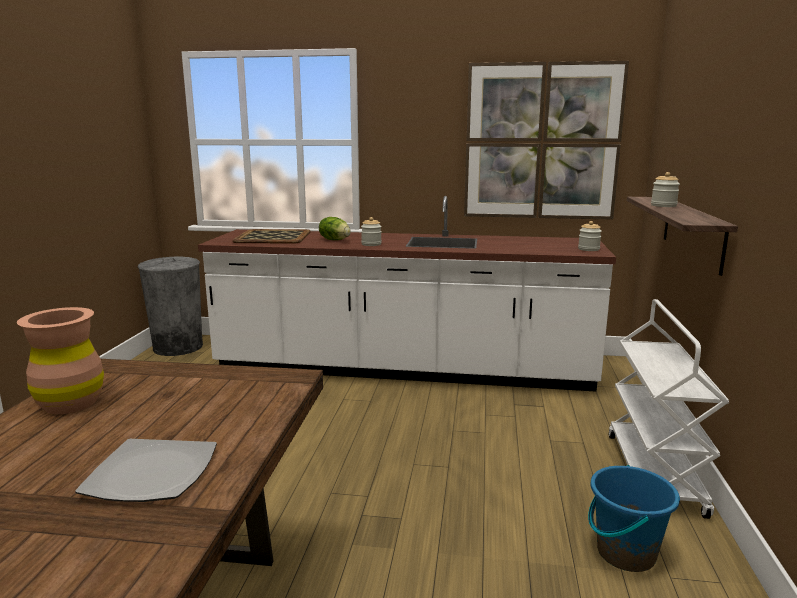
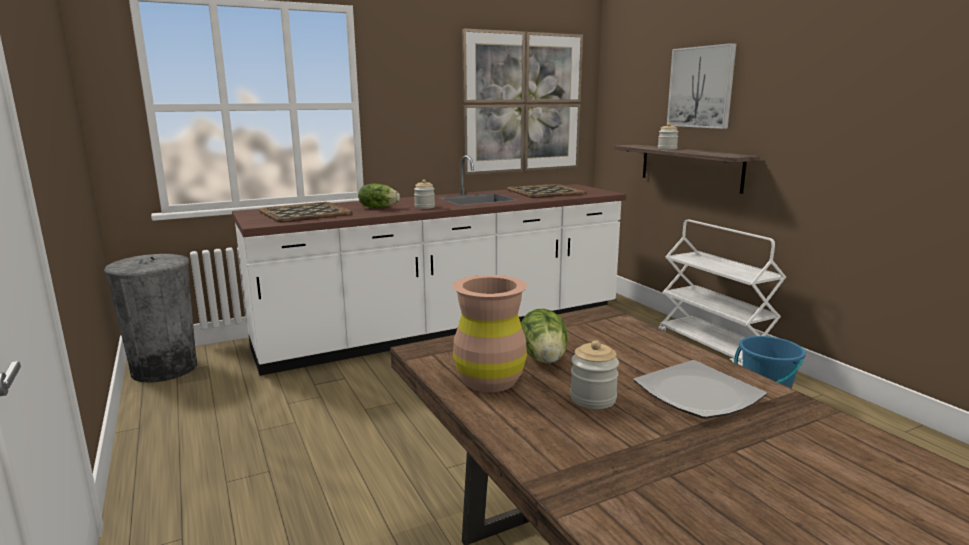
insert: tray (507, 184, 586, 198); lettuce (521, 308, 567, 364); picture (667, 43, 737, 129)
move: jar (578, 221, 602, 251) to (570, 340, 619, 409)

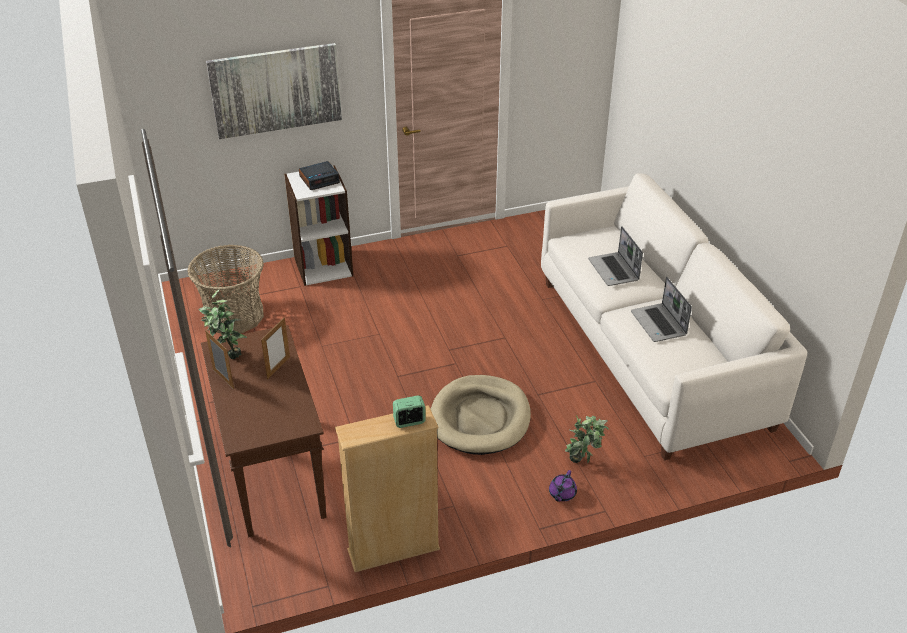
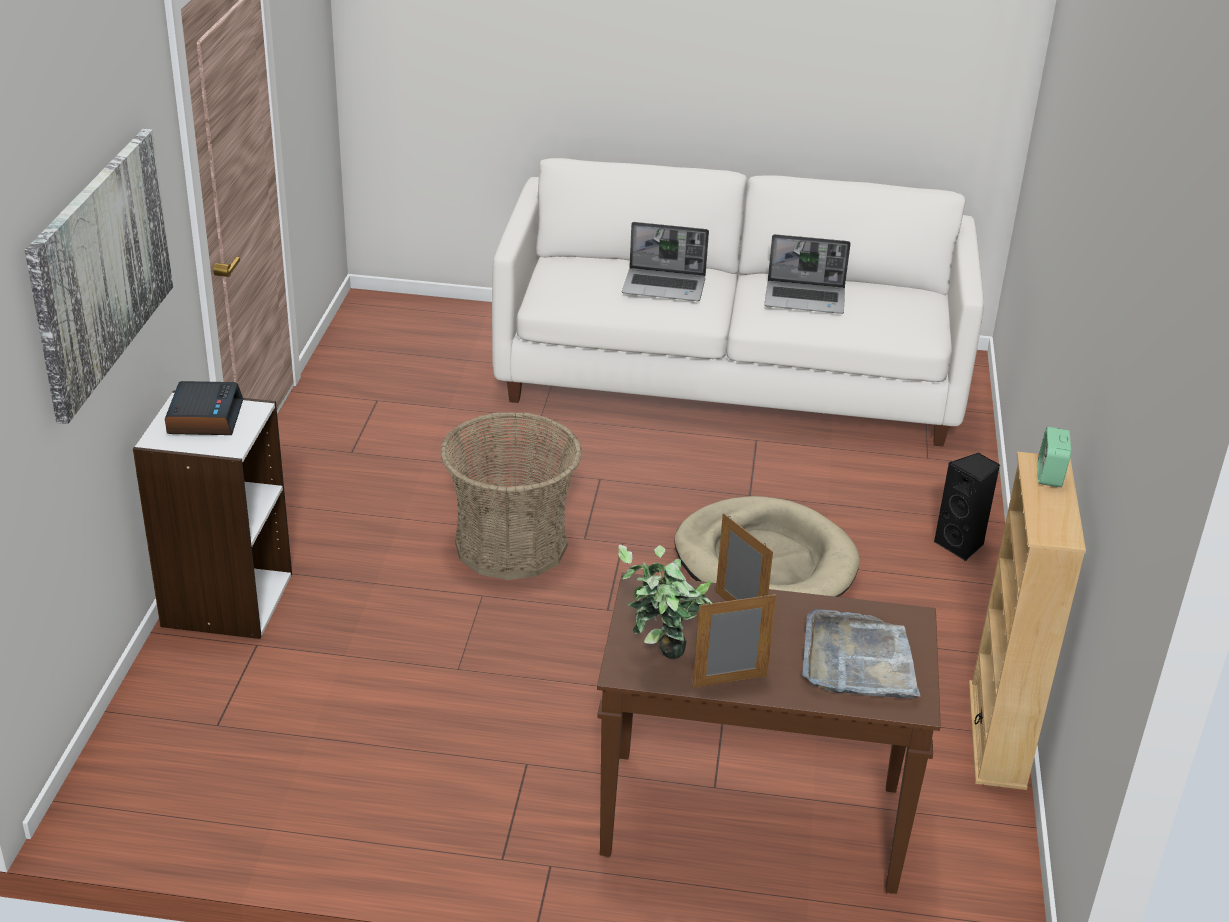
delete: potted plant (565, 415, 609, 463)
insert: grey tray (803, 609, 920, 698)
move: basket (187, 245, 264, 335) to (440, 411, 582, 580)
replace: purple teapot (549, 470, 577, 502) to black speaker (934, 453, 1000, 561)

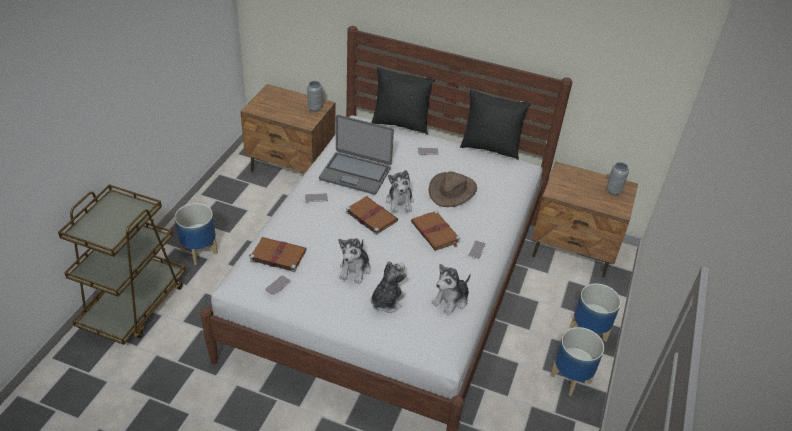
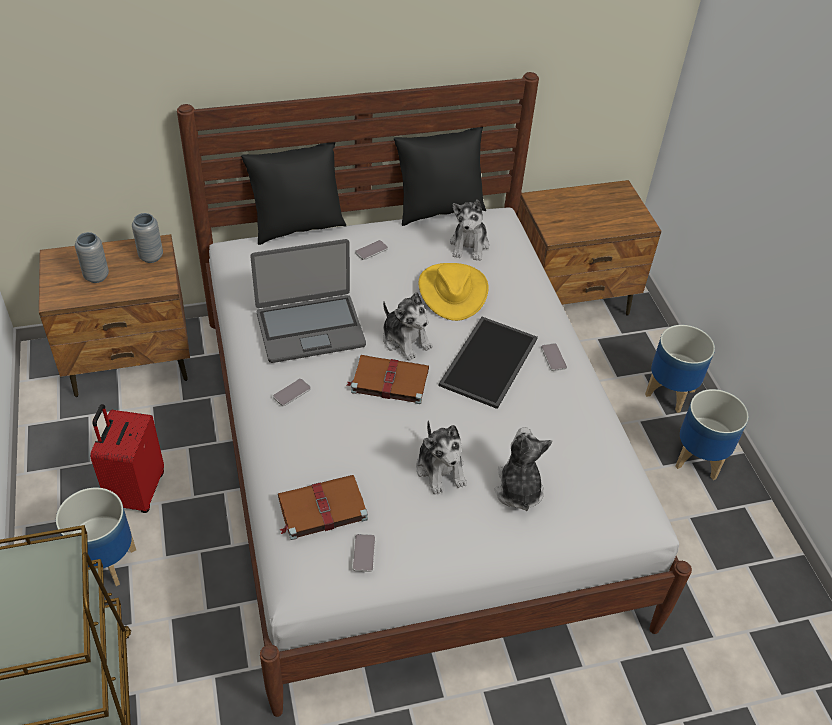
insert: red suitcase (90, 404, 164, 513)
move: plush toy (431, 264, 471, 316) to (450, 200, 489, 261); grey vase (606, 162, 629, 195) to (75, 232, 109, 283)
replace: brown book (411, 210, 460, 250) to tray (439, 317, 538, 409)
recolor: brown hat (429, 171, 477, 207) to yellow hat (419, 263, 488, 321)

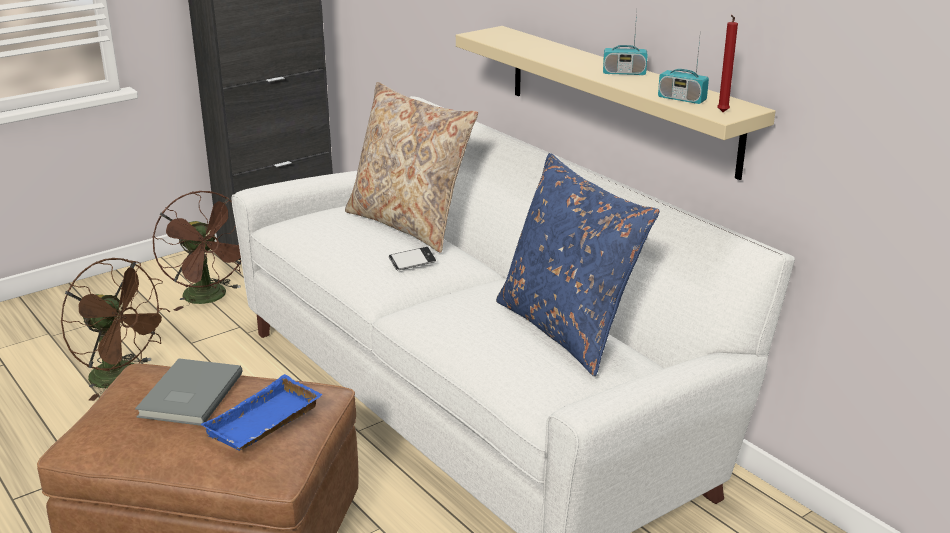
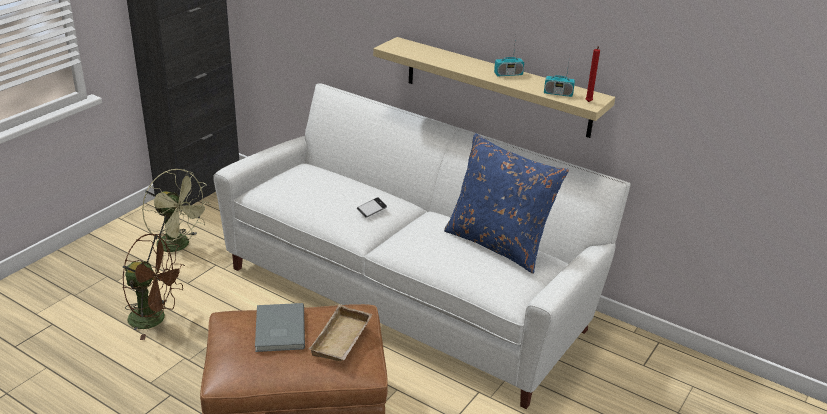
delete: beige pillow (345, 82, 478, 253)
recolor: brown fan (152, 191, 241, 311) to green fan (142, 169, 211, 257); blue tray (200, 374, 323, 451) to beige tray (309, 305, 373, 362)

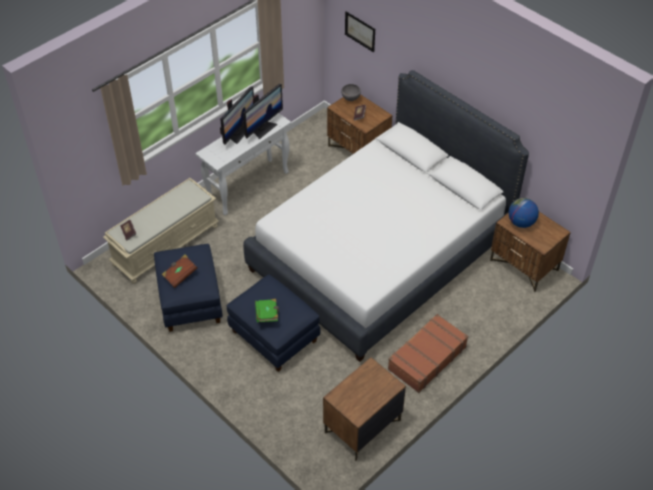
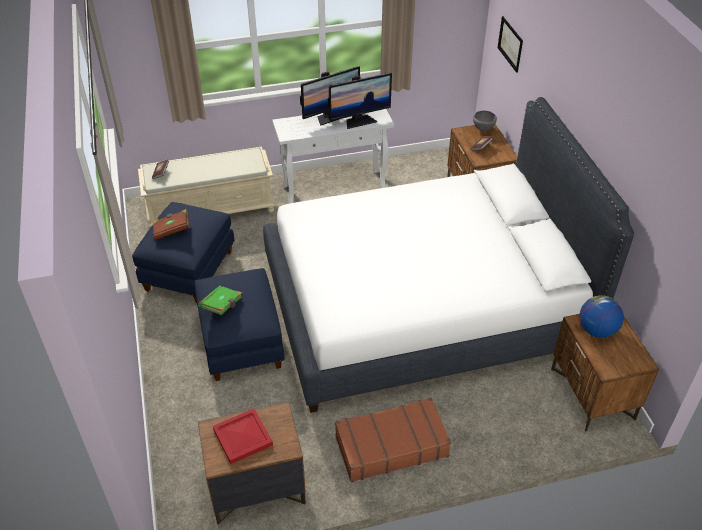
insert: red tray (213, 408, 273, 464)

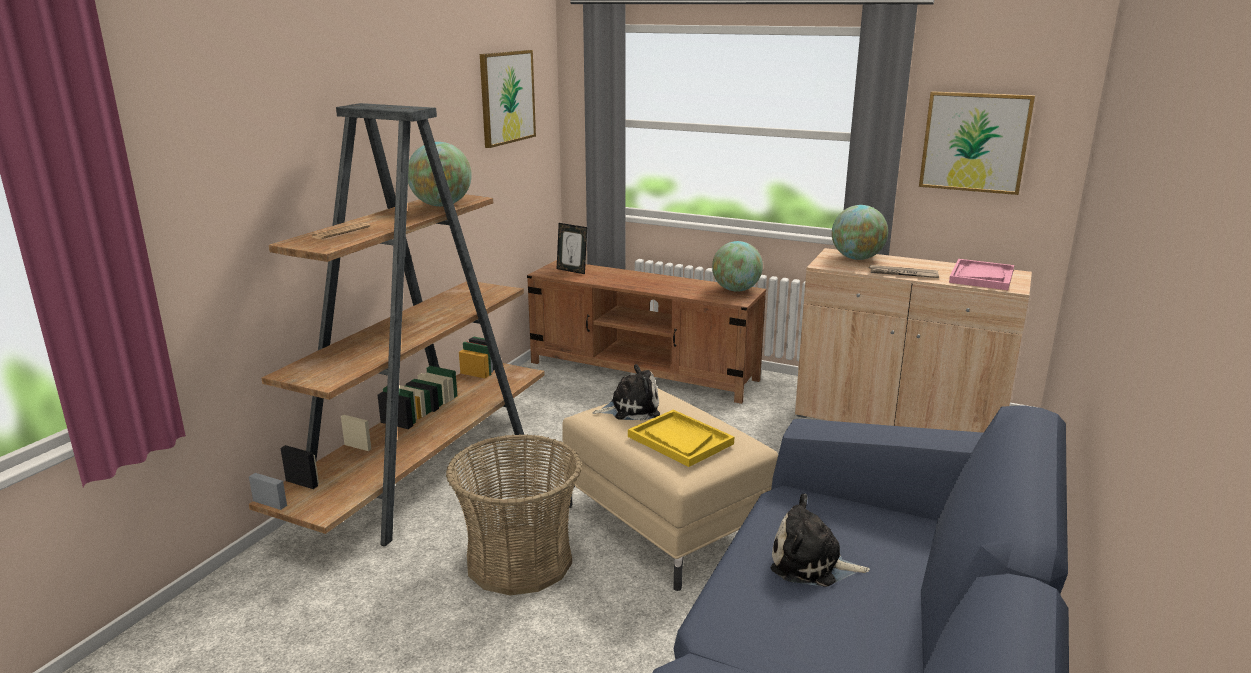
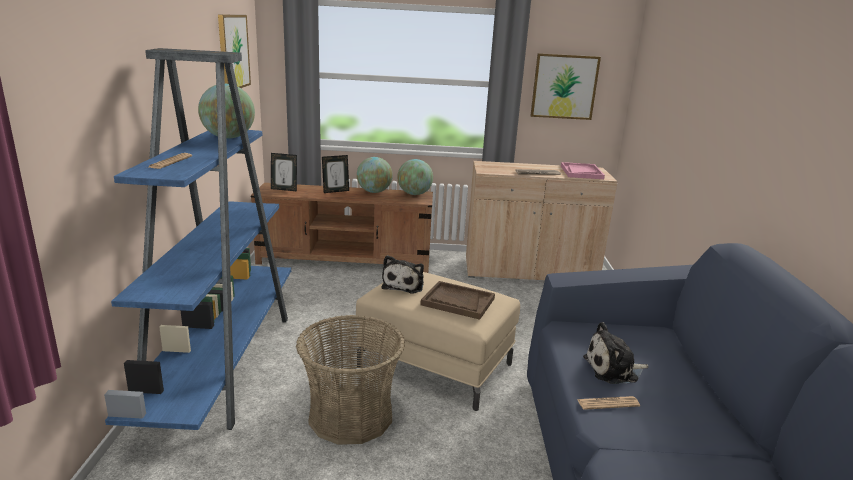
insert: picture frame (322, 155, 349, 193); newspaper (577, 396, 640, 410)
move: globe (832, 205, 888, 260) to (357, 157, 393, 193)
recolor: brown bookcase (249, 103, 545, 546) to blue bookcase (104, 48, 291, 430); yellow tray (628, 410, 734, 467) to brown tray (420, 281, 495, 320)
rotate: plush toy (592, 364, 660, 421) = (382, 255, 424, 294) 135 degrees clockwise

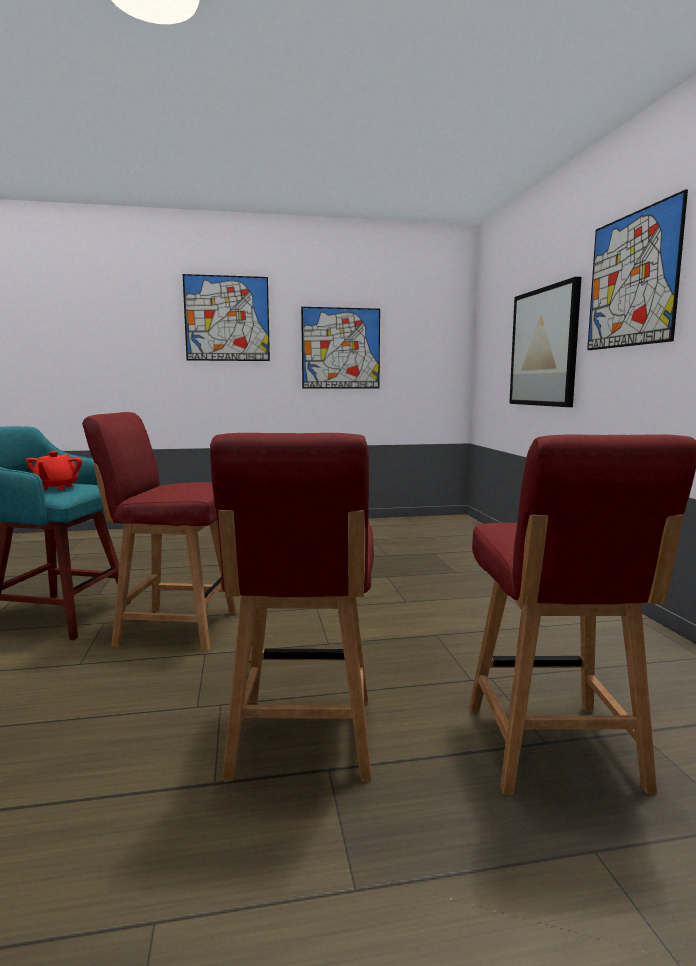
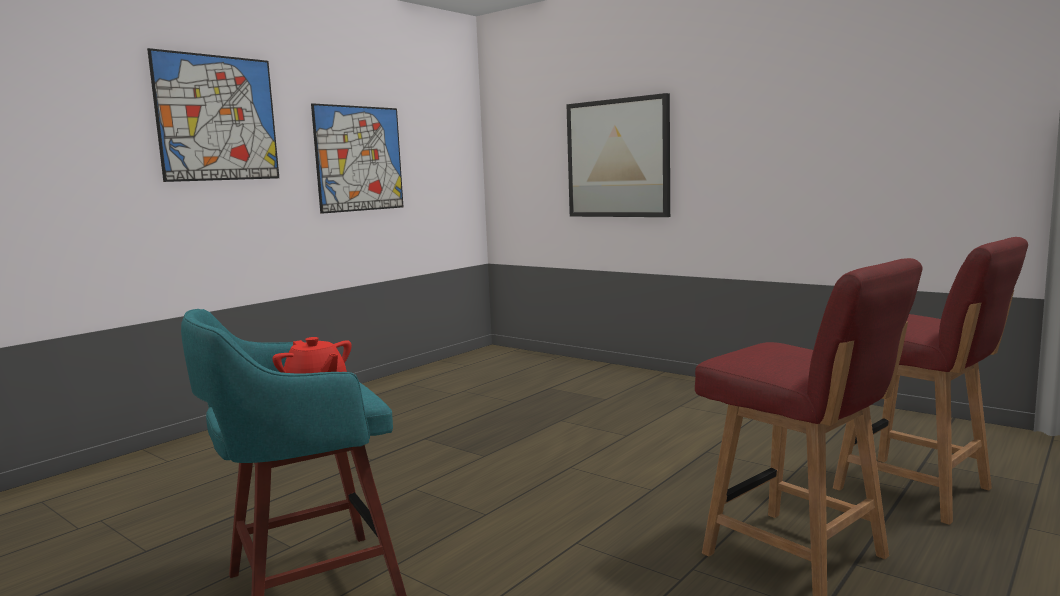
delete: red chair (82, 412, 237, 652); picture (587, 189, 688, 350)

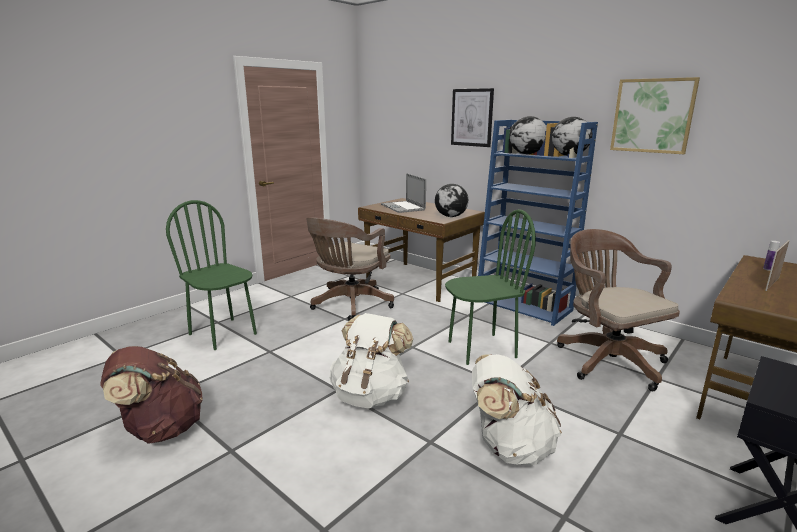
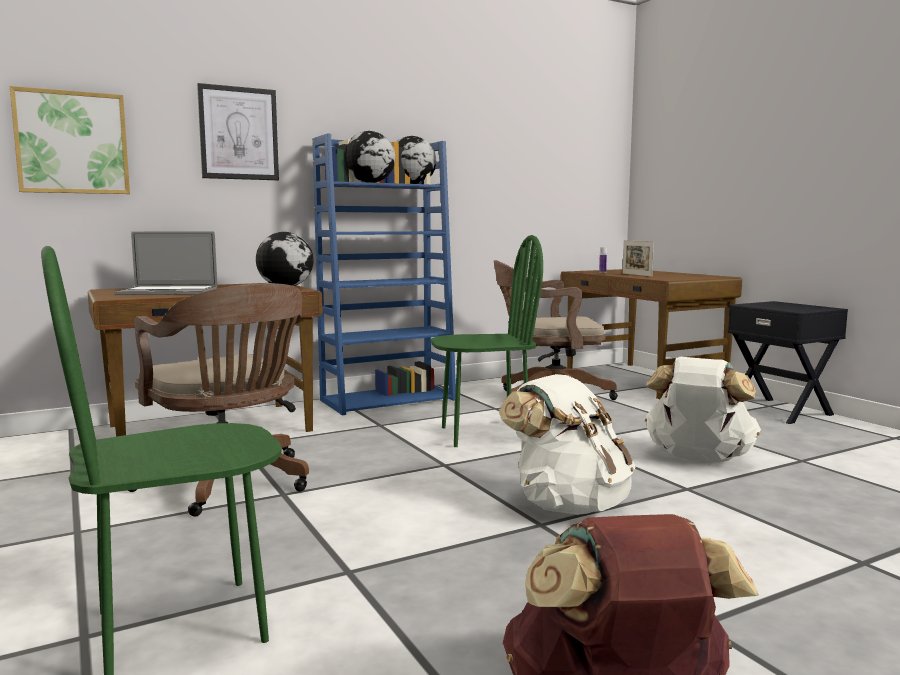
move: picture (610, 77, 700, 154) to (10, 86, 130, 194)
rotate: green chair (445, 209, 536, 365) = (431, 235, 543, 447) 75 degrees clockwise

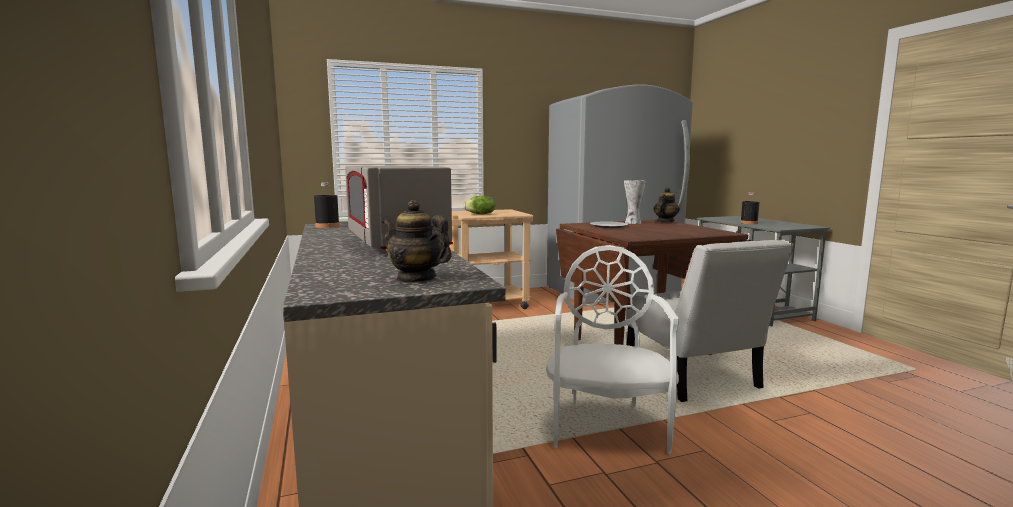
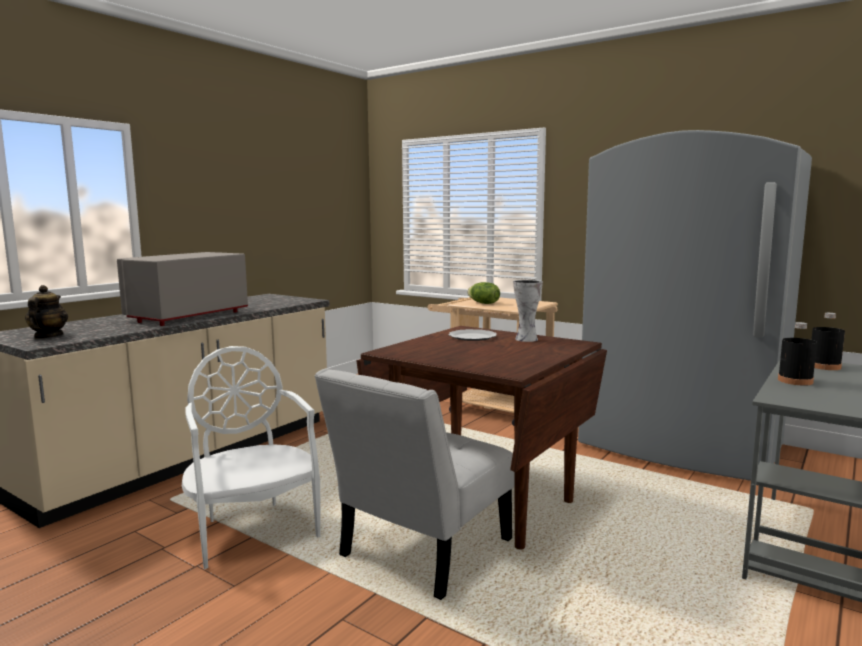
delete: teapot (654, 187, 680, 222)
move: black bottle (314, 182, 340, 228) to (811, 313, 845, 370)
rotate: white chair (546, 245, 679, 454) = (182, 346, 321, 569) 90 degrees counterclockwise

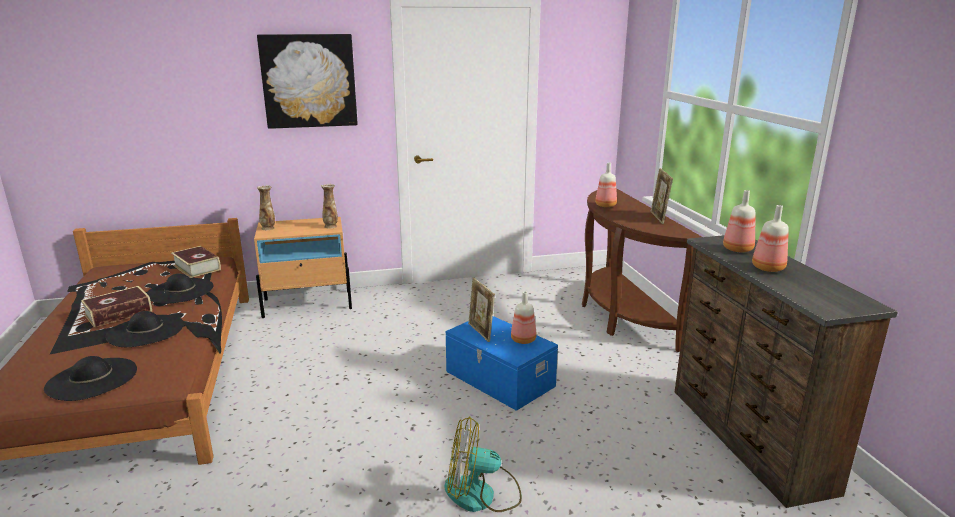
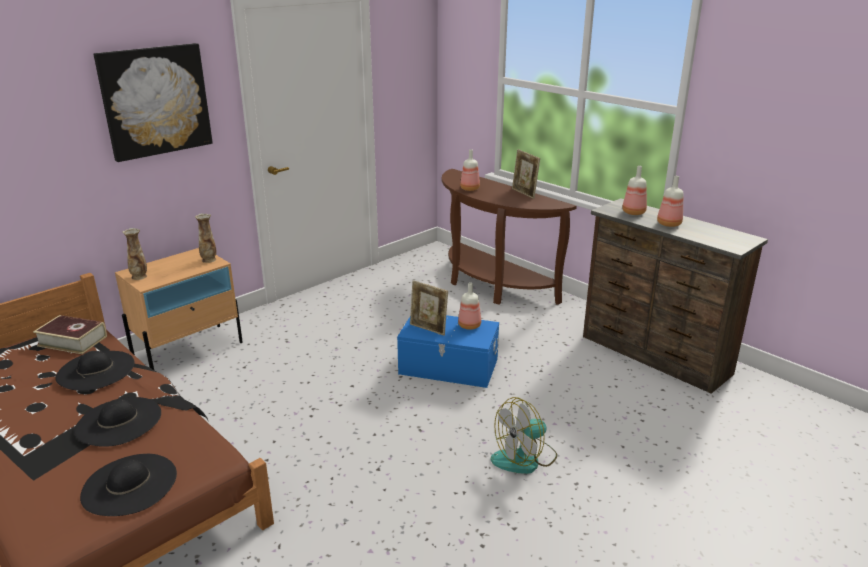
delete: book (81, 286, 152, 327)

